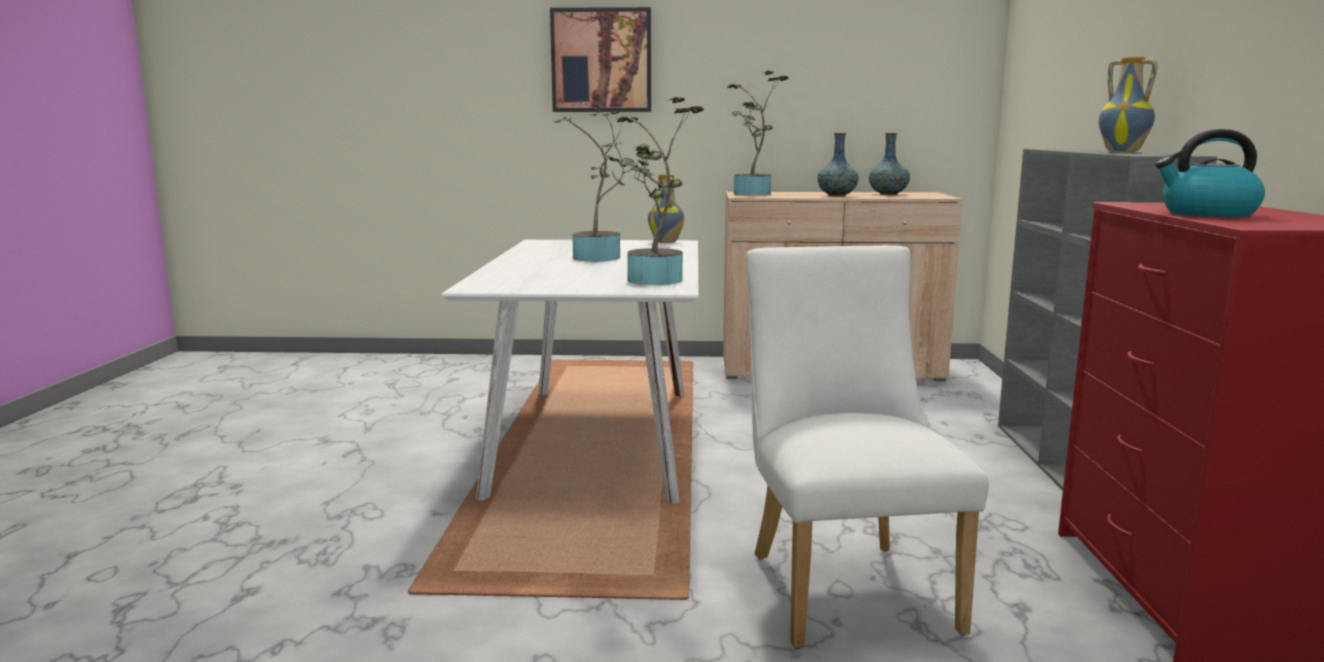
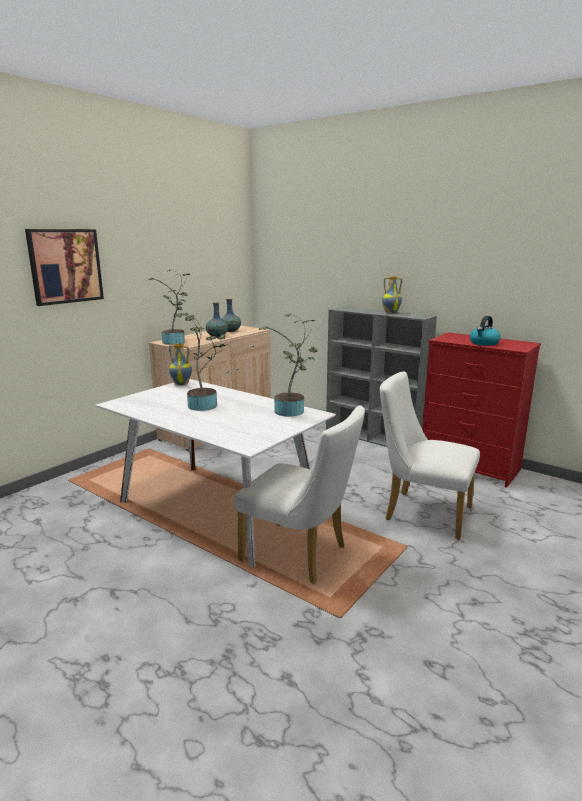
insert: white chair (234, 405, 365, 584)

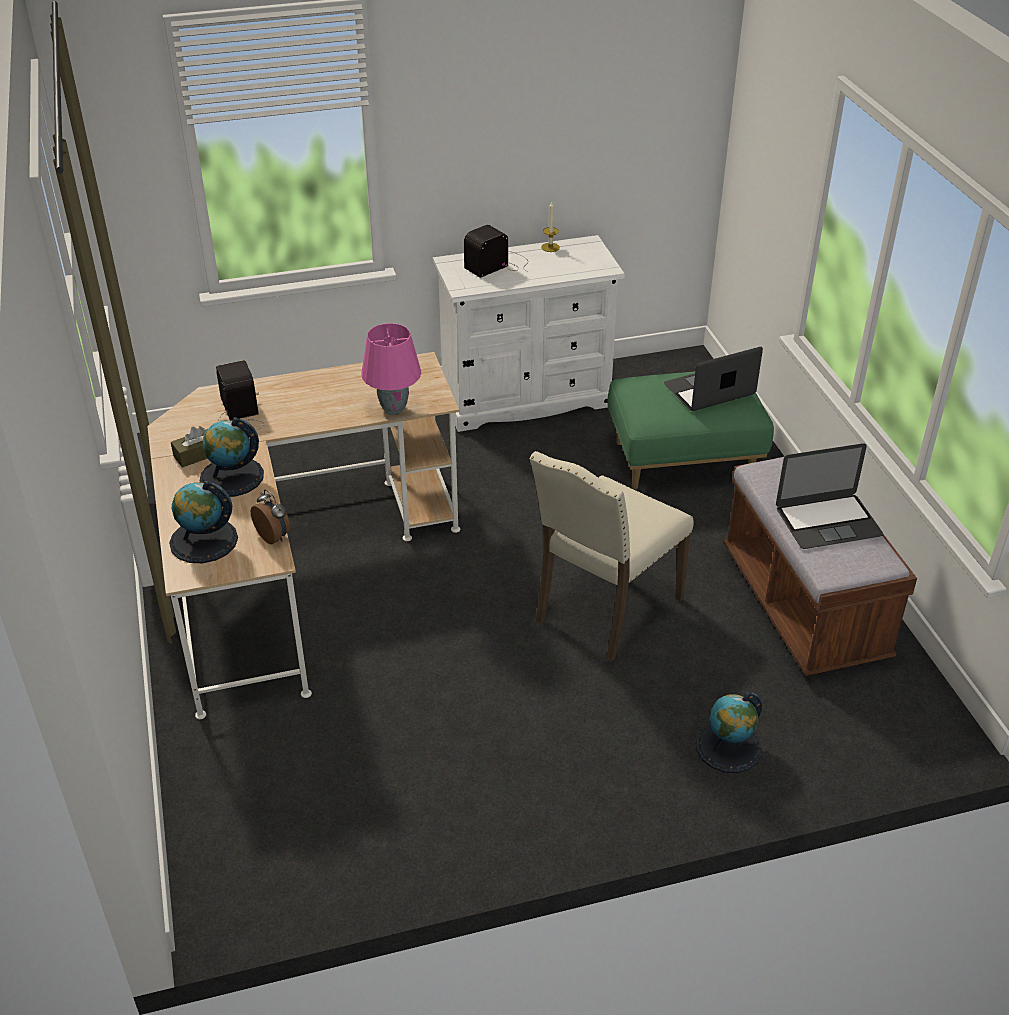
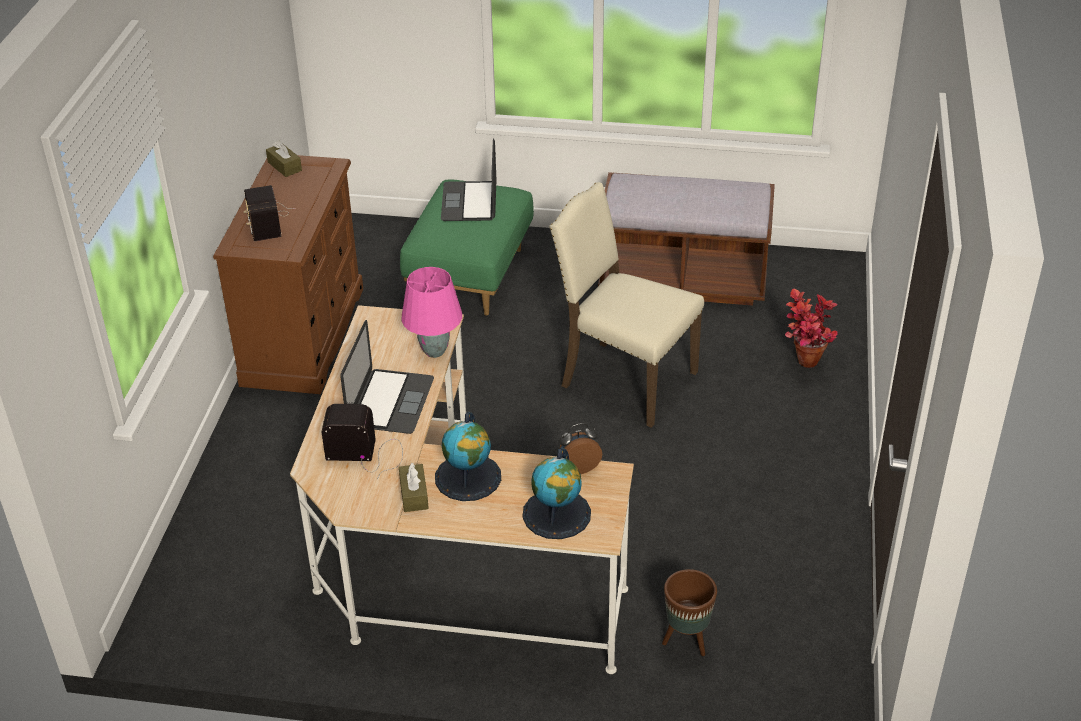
delete: candle (541, 202, 560, 252)
insert: brown tissue box (266, 141, 302, 177); brown planter (662, 569, 717, 656)
move: laptop (776, 443, 883, 549) to (340, 320, 434, 434)
replace: globe (696, 692, 762, 773) to potted plant (785, 289, 838, 368)
recolor: white dresser (433, 235, 625, 432) to brown dresser (213, 155, 363, 394)
rotate: beige chair (530, 451, 694, 662) = (549, 182, 704, 428) 150 degrees clockwise

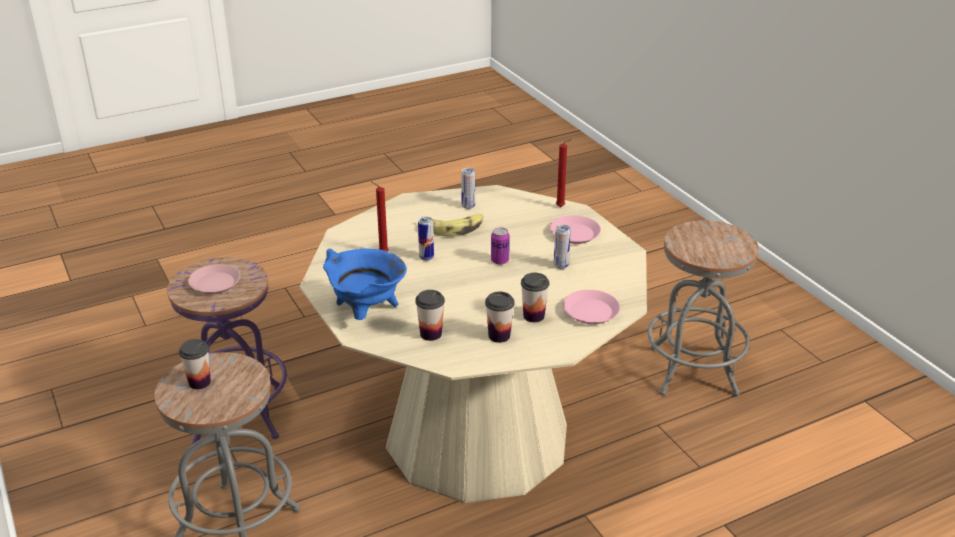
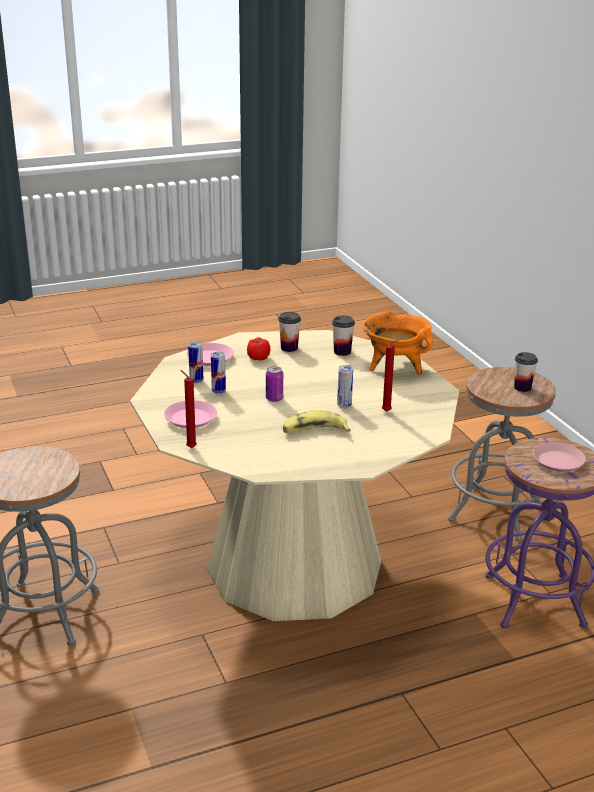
move: can (461, 168, 475, 209) to (188, 342, 203, 383)
replace: cup (521, 273, 549, 322) to tomato (247, 337, 270, 360)
recolor: blue cooking pot (323, 248, 407, 320) to orange cooking pot (362, 311, 433, 375)

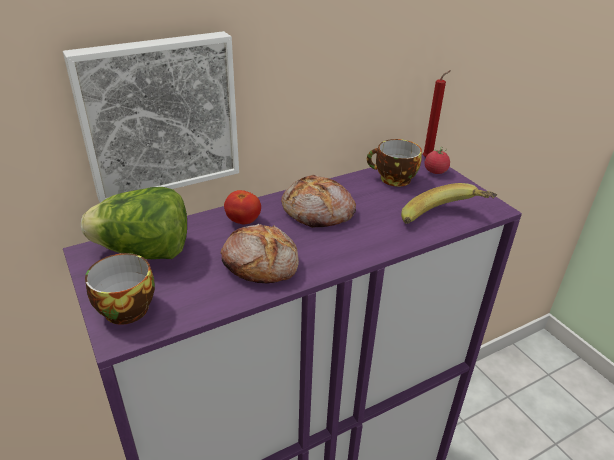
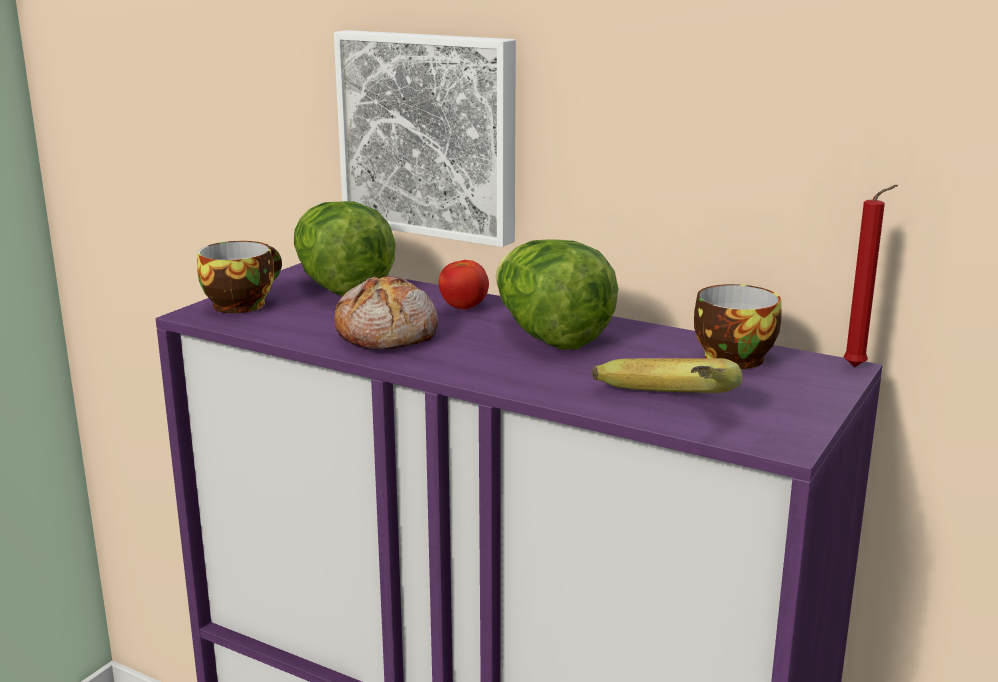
delete: tomato (425, 147, 450, 174)
replace: bread (281, 174, 356, 228) to lettuce (495, 239, 618, 350)

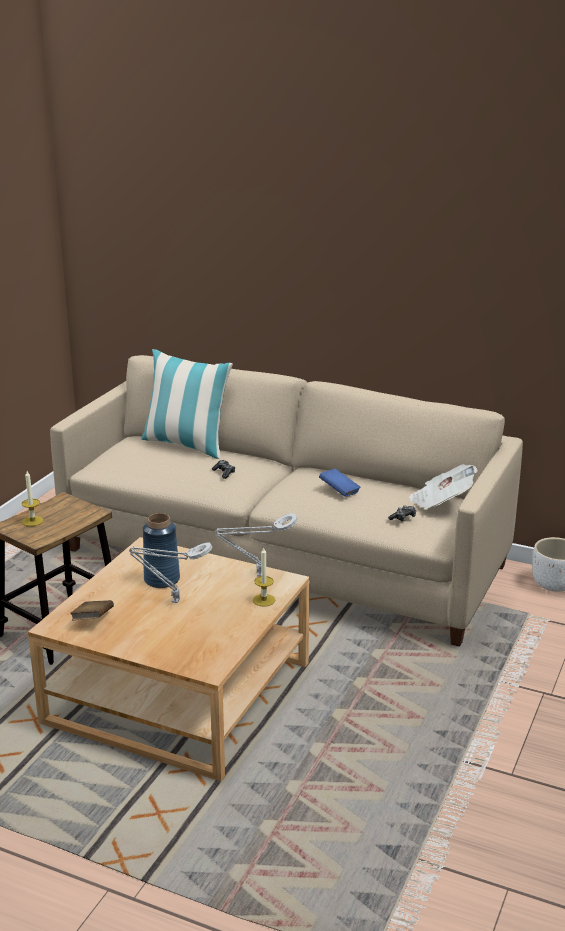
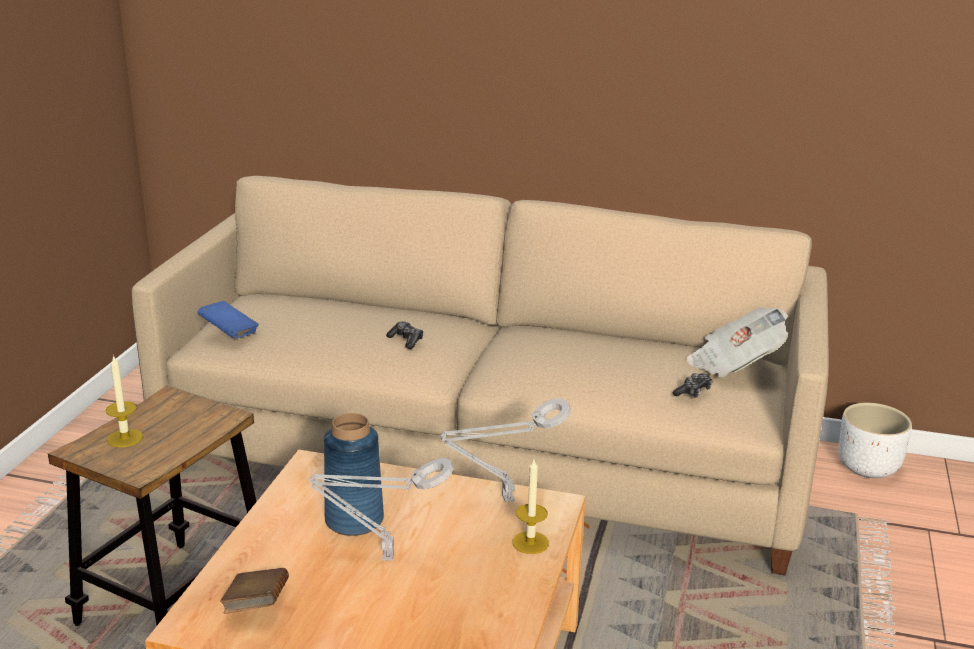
delete: pillow (141, 349, 233, 459)
move: blue book (319, 469, 361, 497) to (198, 301, 259, 339)

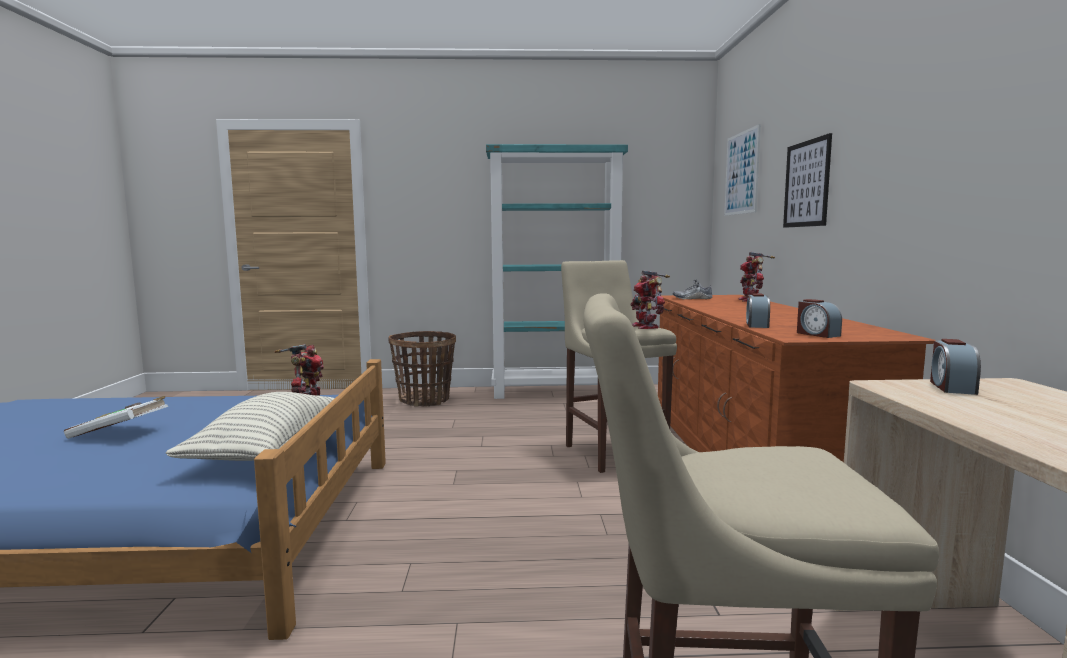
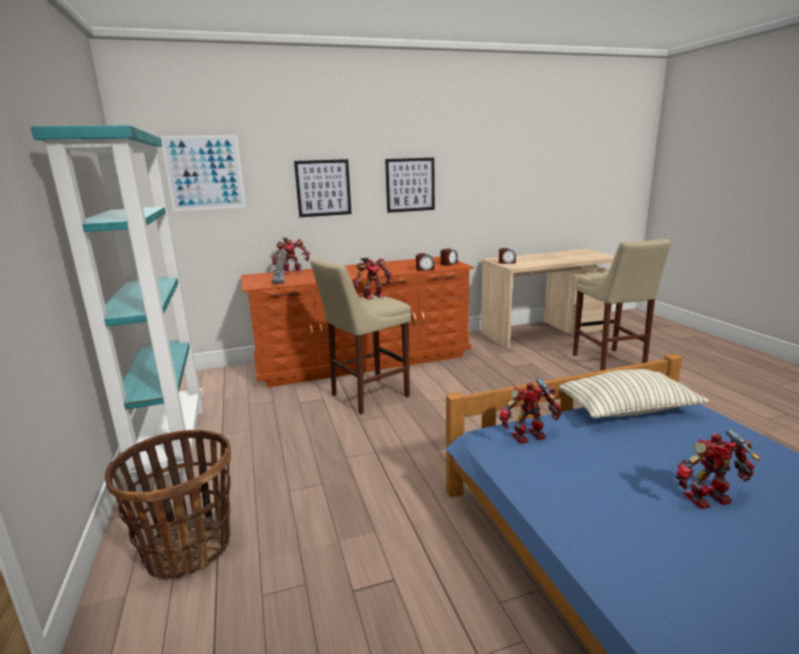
insert: picture (385, 158, 435, 213)
replace: white book (64, 396, 168, 439) to toy robot (676, 429, 761, 509)

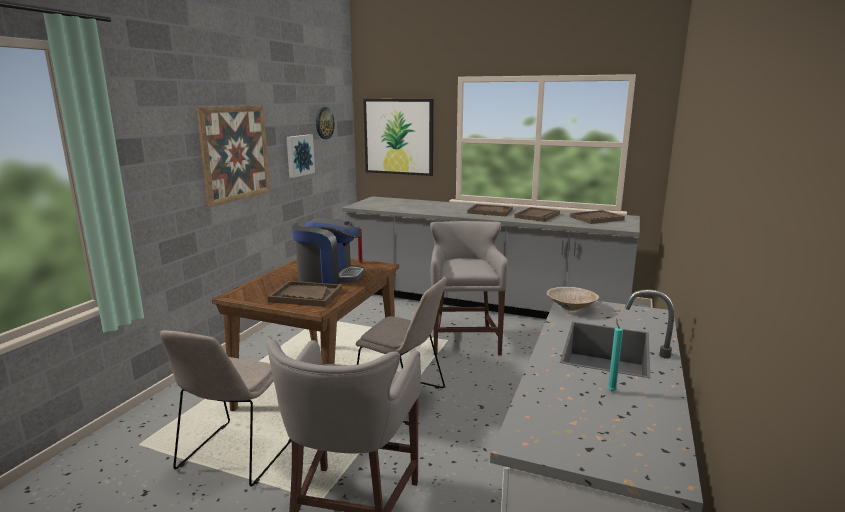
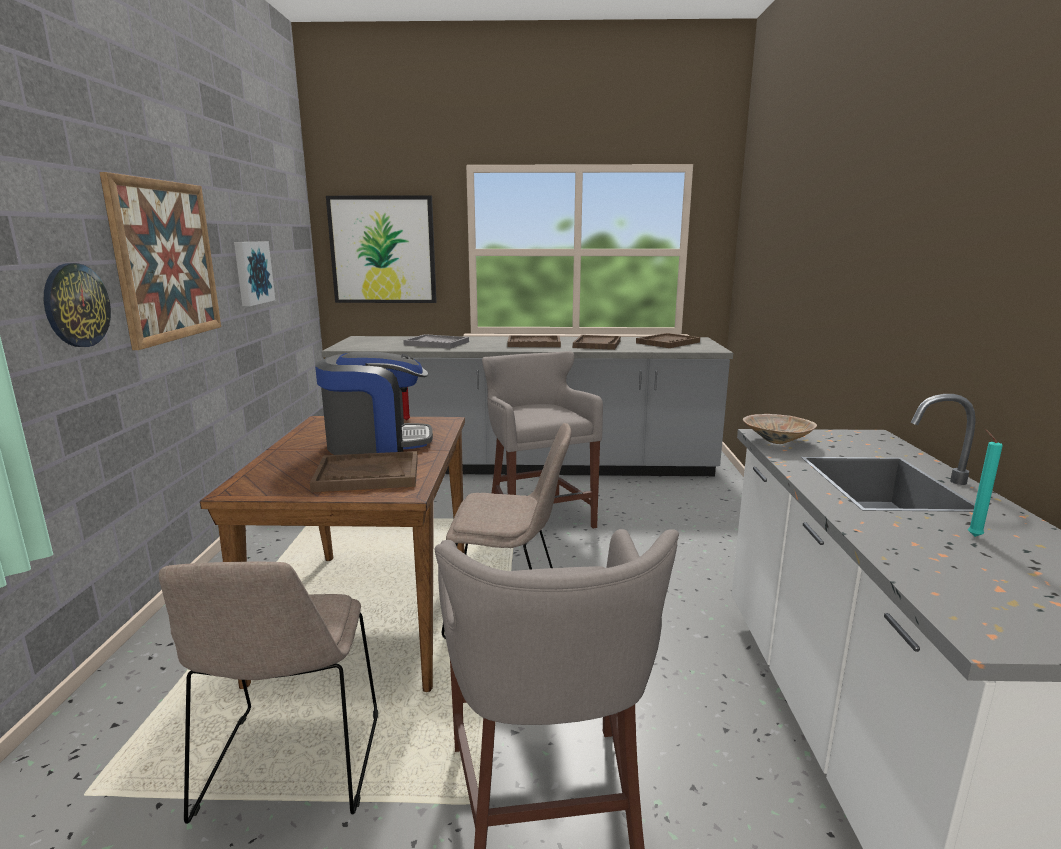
insert: grey tray (403, 334, 469, 349)
move: wall clock (316, 107, 335, 139) to (44, 263, 111, 347)

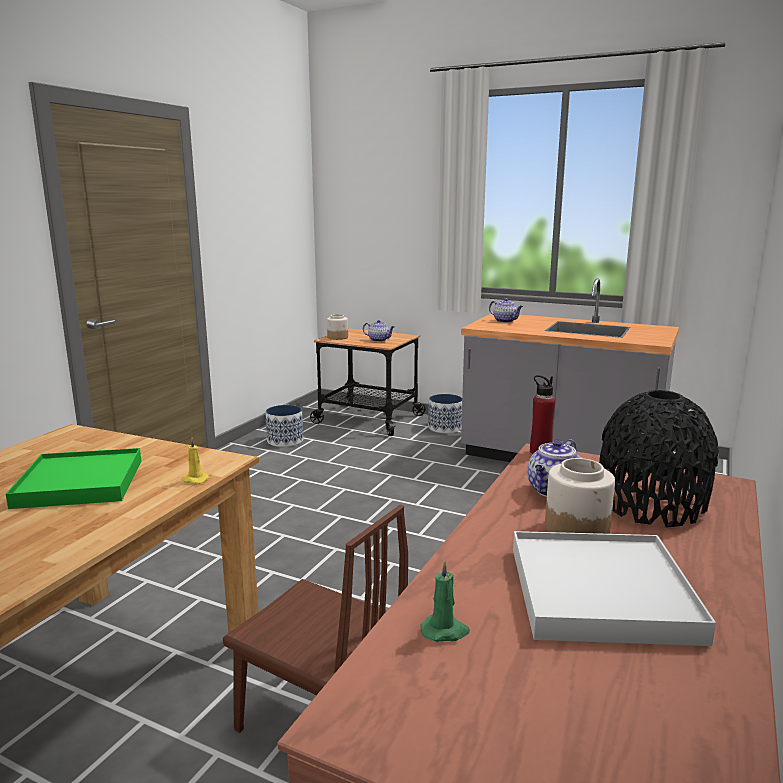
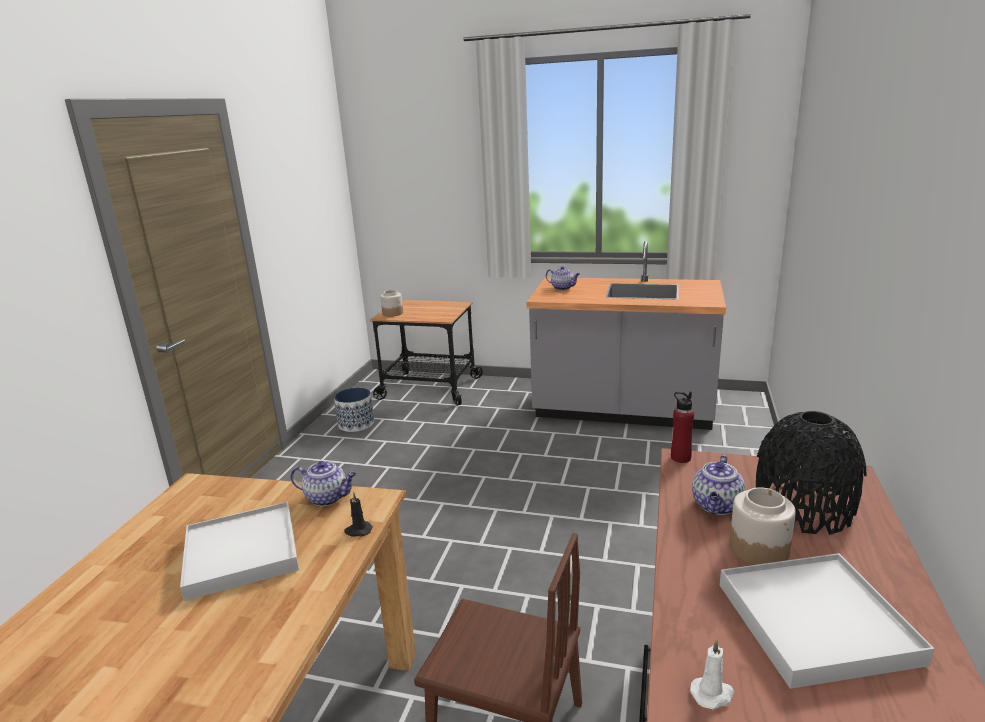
delete: planter (428, 394, 462, 433)
move: teapot (363, 320, 395, 342) to (291, 461, 356, 506)
recolor: green tray (6, 448, 141, 509) to white tray (180, 502, 299, 601); yellow candle (181, 437, 209, 484) to black candle (344, 492, 373, 537); green candle (421, 561, 470, 642) to white candle (690, 639, 734, 710)

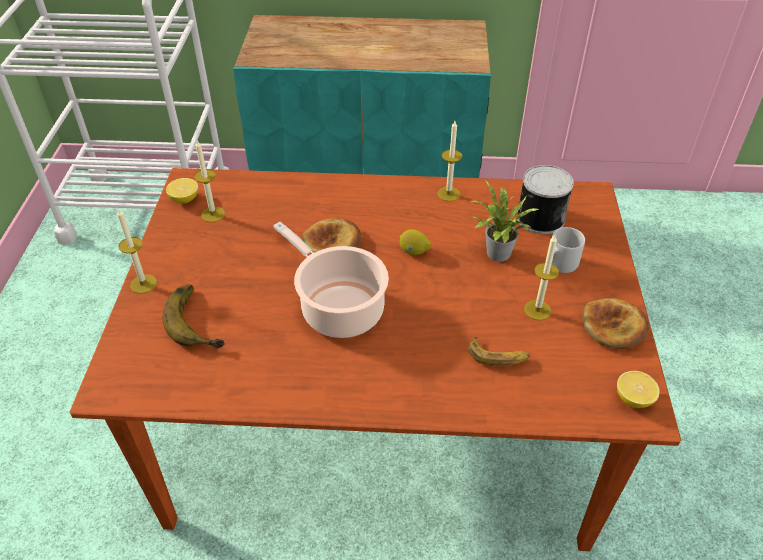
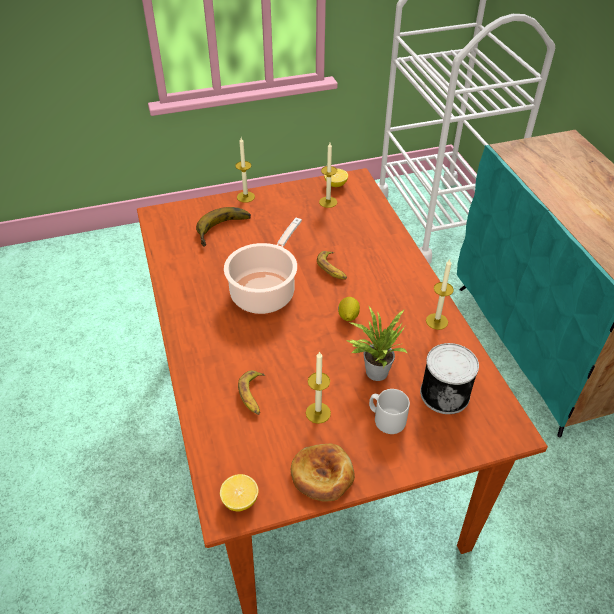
replace: bread (302, 218, 362, 253) to banana (317, 251, 347, 279)

